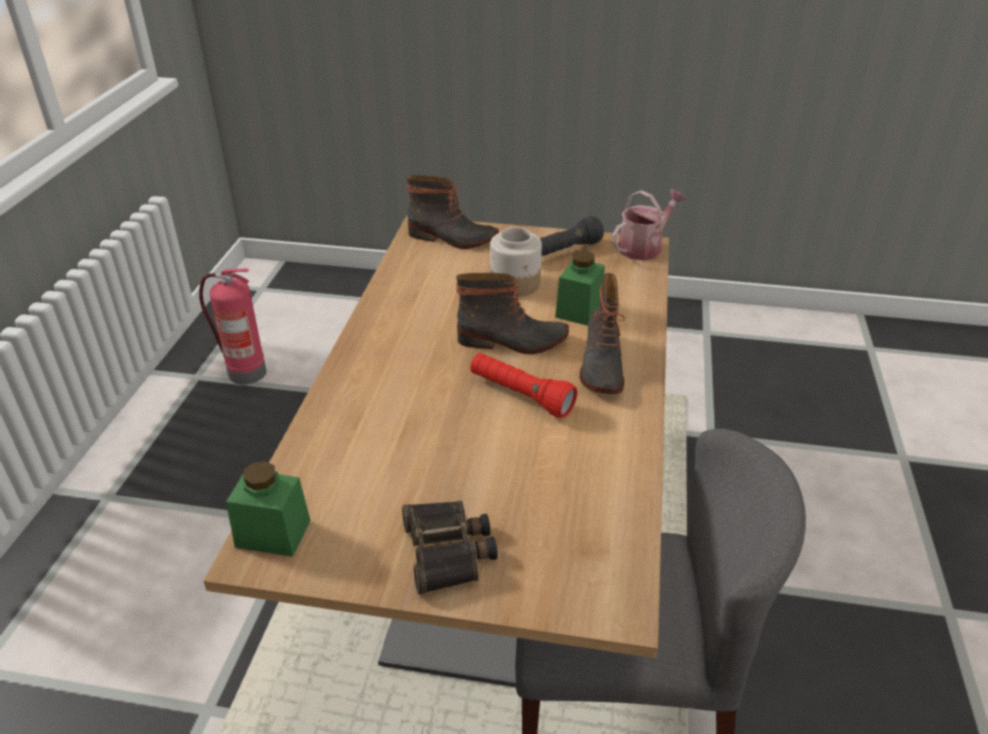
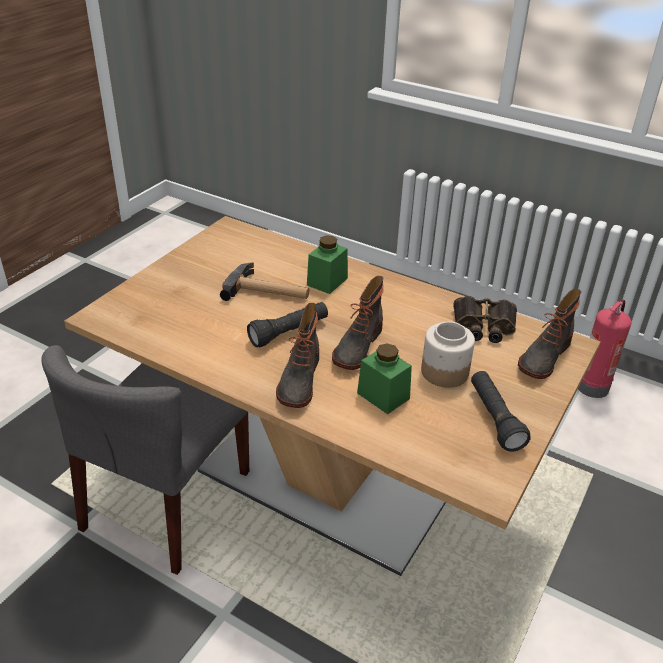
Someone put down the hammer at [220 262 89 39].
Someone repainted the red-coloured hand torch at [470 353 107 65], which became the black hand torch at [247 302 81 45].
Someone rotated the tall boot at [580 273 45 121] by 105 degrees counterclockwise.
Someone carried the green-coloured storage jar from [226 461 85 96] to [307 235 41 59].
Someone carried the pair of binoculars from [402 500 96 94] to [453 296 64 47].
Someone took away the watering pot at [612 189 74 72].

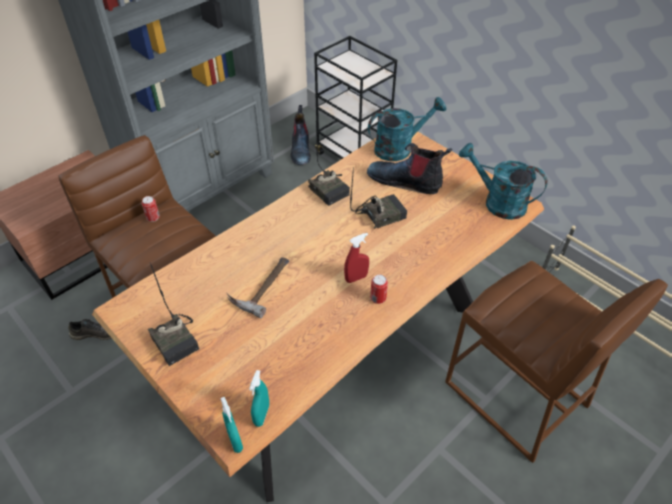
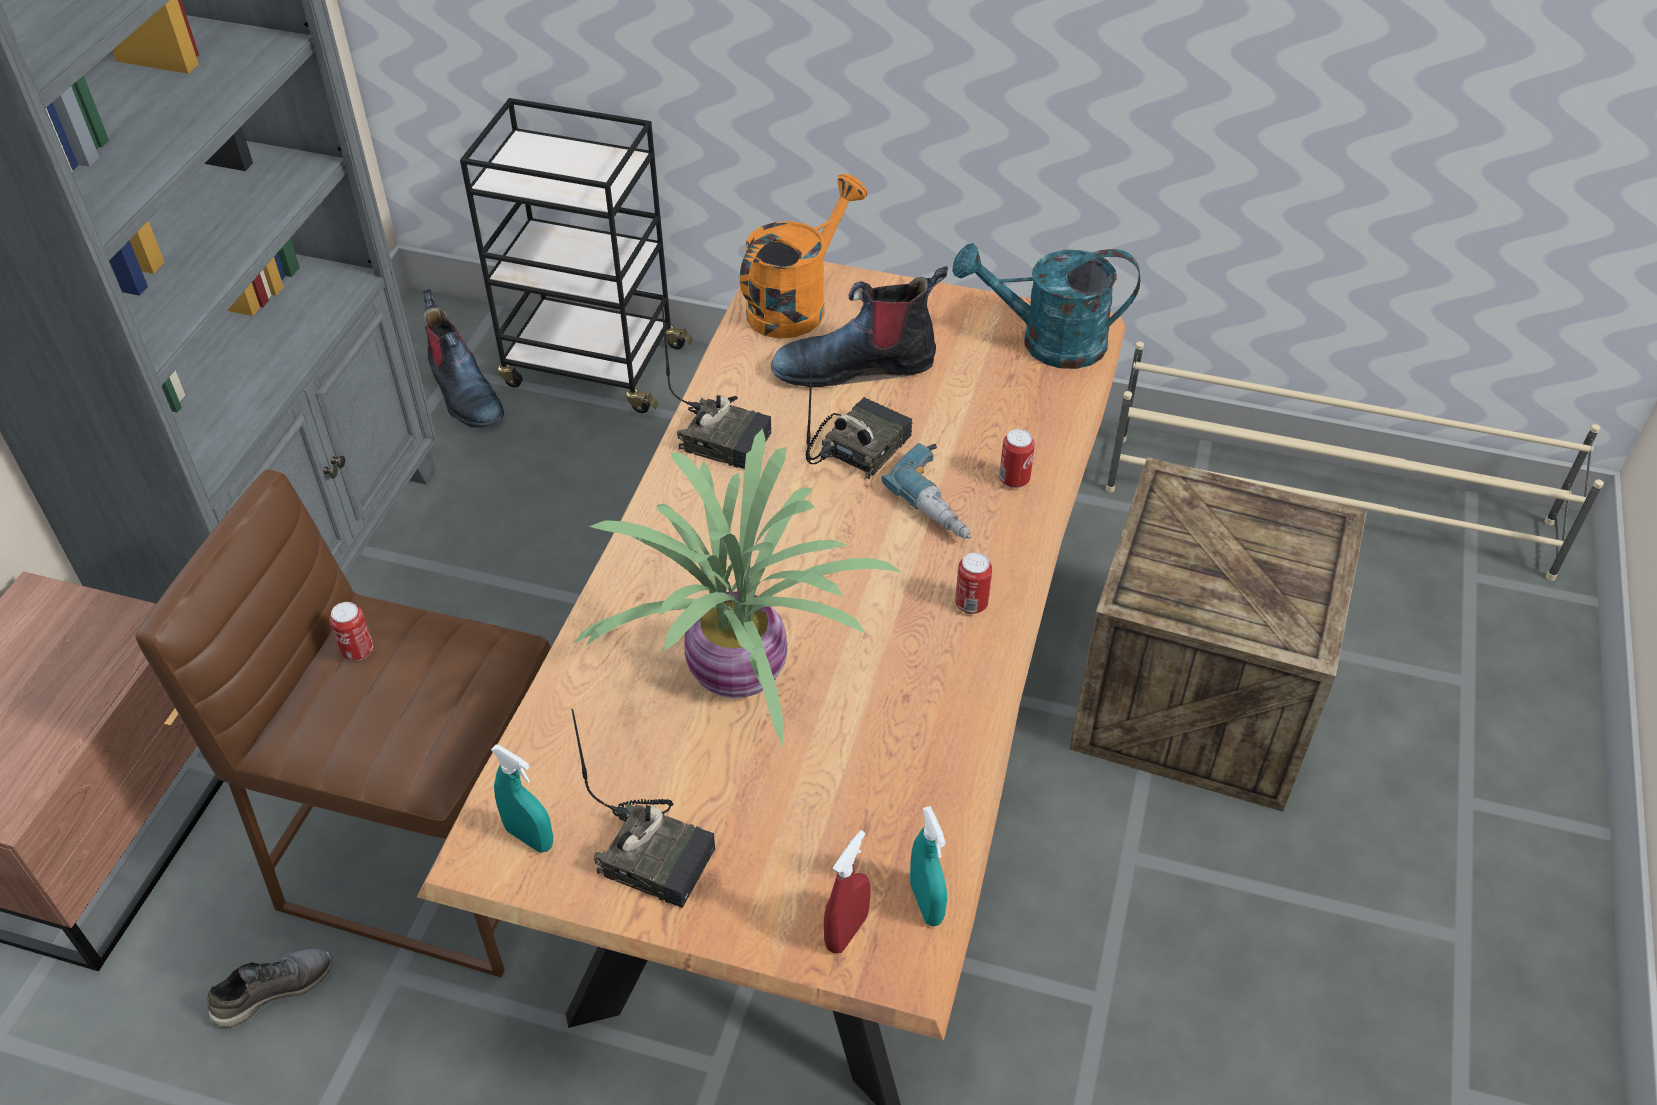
Someone carried the turquoise-coloured sprayer from [221 397 22 56] to [491 744 62 109].
Someone swapped the hammer at [226 257 63 62] for the houseplant at [574 428 328 318].
Someone repainted the turquoise-coloured watering pot at [368 97 78 64], which became the orangey watering pot at [740 174 128 165].
Someone carried the red-coloured sprayer from [344 233 25 50] to [824 830 47 123].
Someone put down the electric drill at [881 443 90 96].
Someone put down the metal can at [999 429 36 59].
Someone swapped the brown sitting stool at [445 261 223 202] for the crate at [1069 457 298 355].

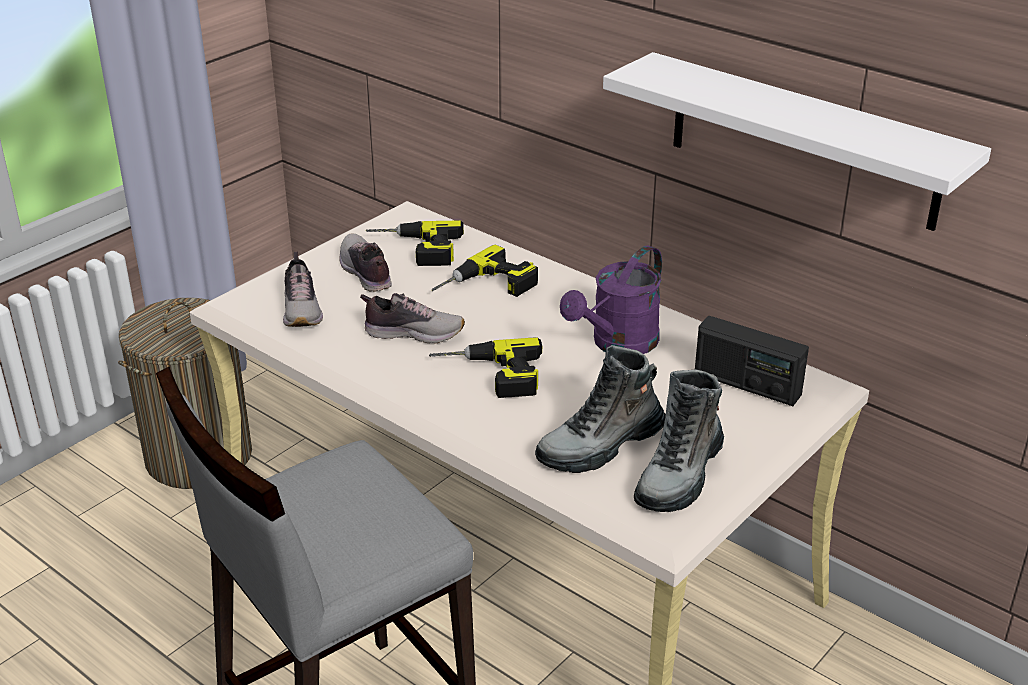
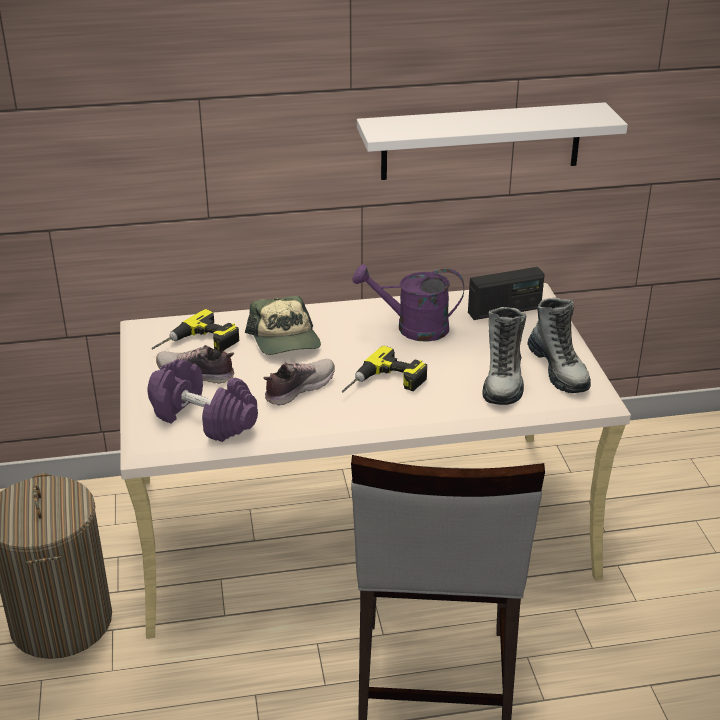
Someone swapped the shoe at [283 252 40 75] for the purplish dumbbell at [147 359 111 83].
Someone swapped the electric drill at [432 245 106 52] for the baseball cap at [245 296 76 59].
Someone rotated the purplish watering pot at [560 245 102 109] by 105 degrees clockwise.

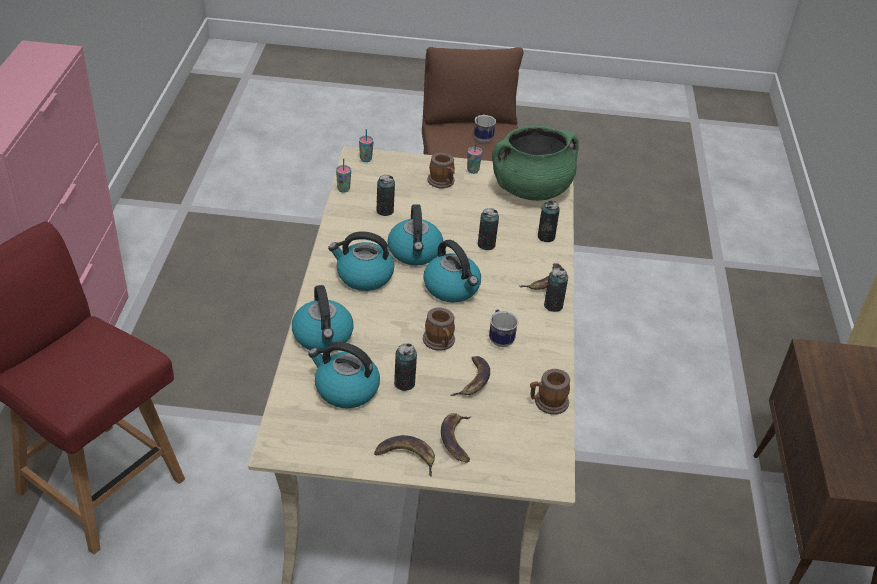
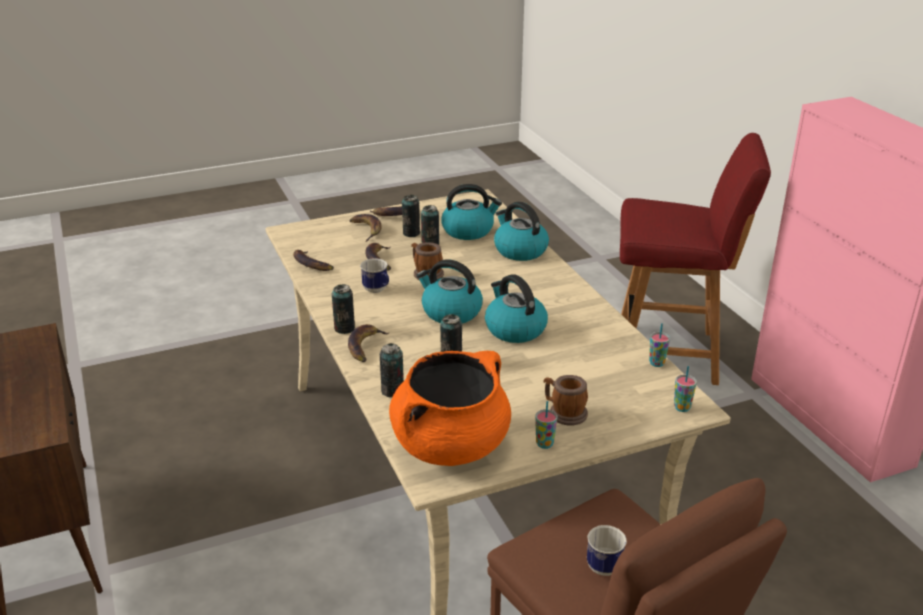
Someone swapped the tea mug at [530 369 40 46] for the whole banana at [293 250 41 21].
Someone repainted the green-coloured stockpot at [492 126 87 75], which became the orangey stockpot at [389 351 122 115].
Someone carried the metal can from [376 175 19 41] to [402 195 19 42].
Someone took away the tea kettle at [328 231 66 60].

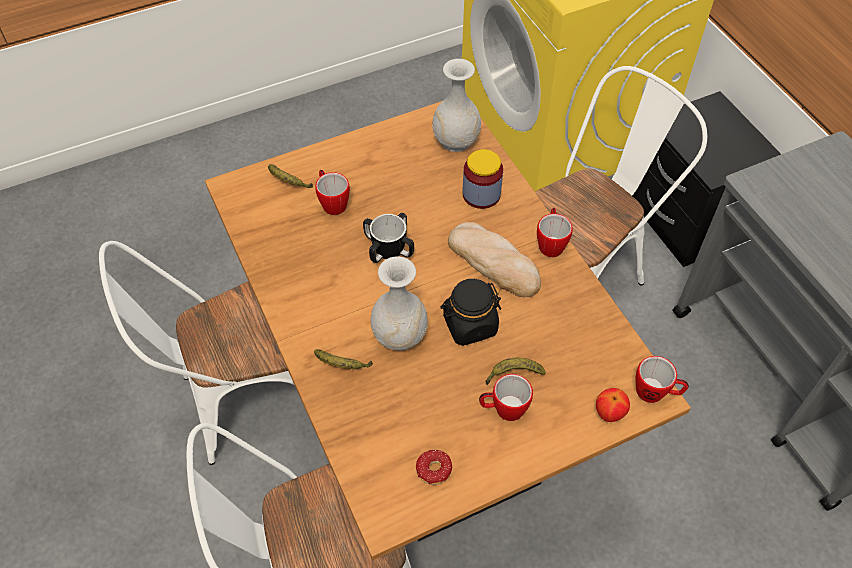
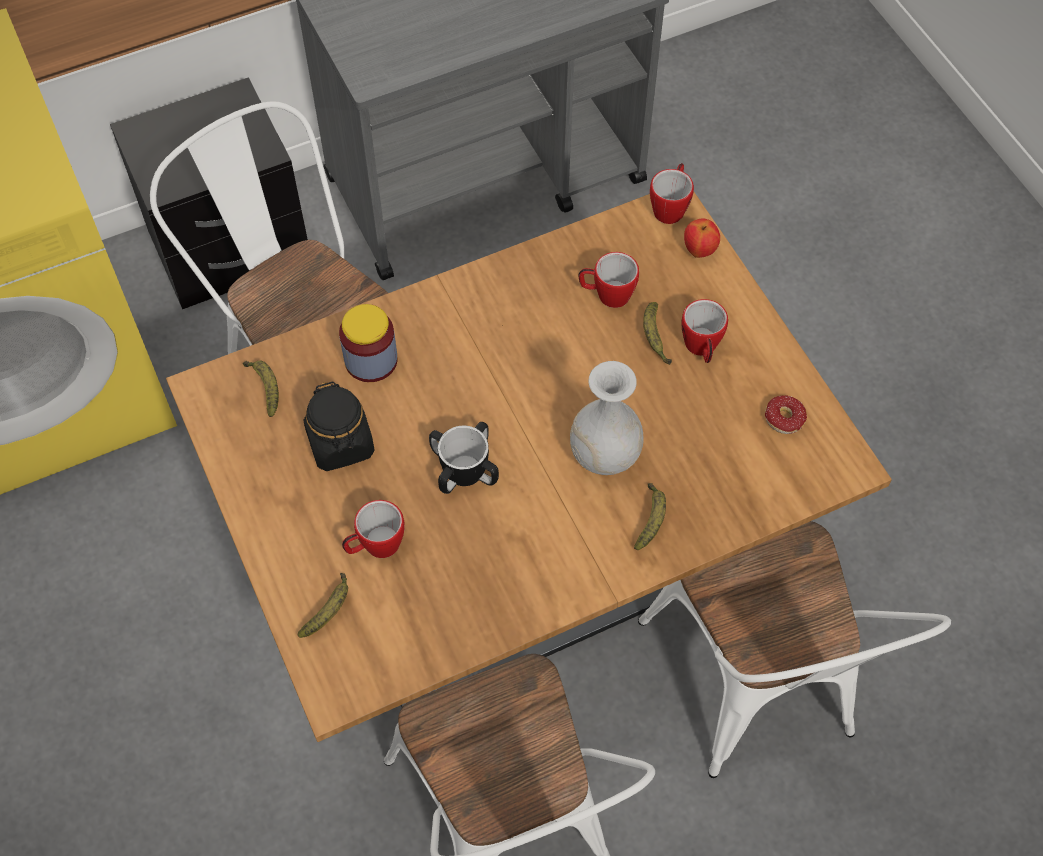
Someone swapped the white-coloured decorative vase at [432 59 49 93] for the whole banana at [243 361 36 56].
Someone carried the black storage jar from [440 279 61 67] to [303 381 72 90].
Someone carried the tea mug from [537 208 36 49] to [578 252 61 56].
Someone took away the bakery bread at [448 222 93 75].

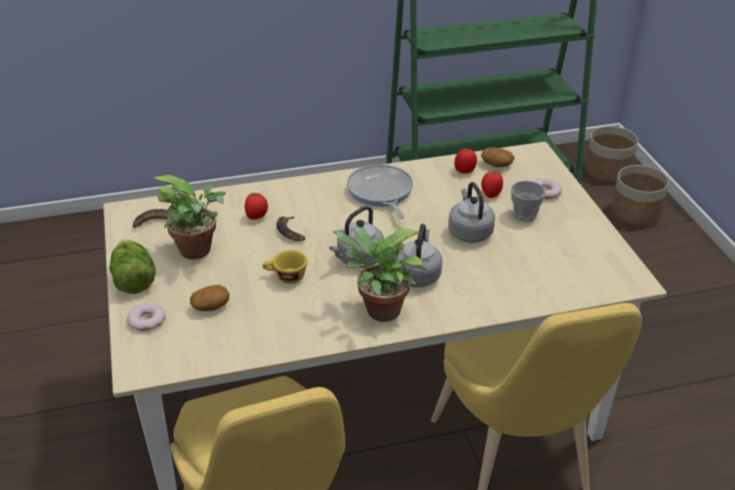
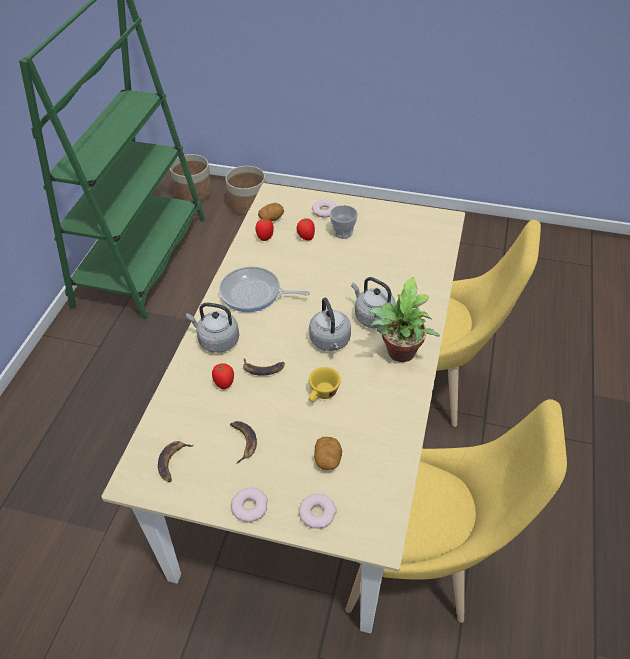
Someone carried the grey tea kettle from [448 182 47 61] to [186 303 53 50].
Someone swapped the houseplant at [153 175 73 85] for the whole banana at [230 421 27 43].
Someone swapped the lettuce at [109 239 47 55] for the doughnut at [231 488 37 34].

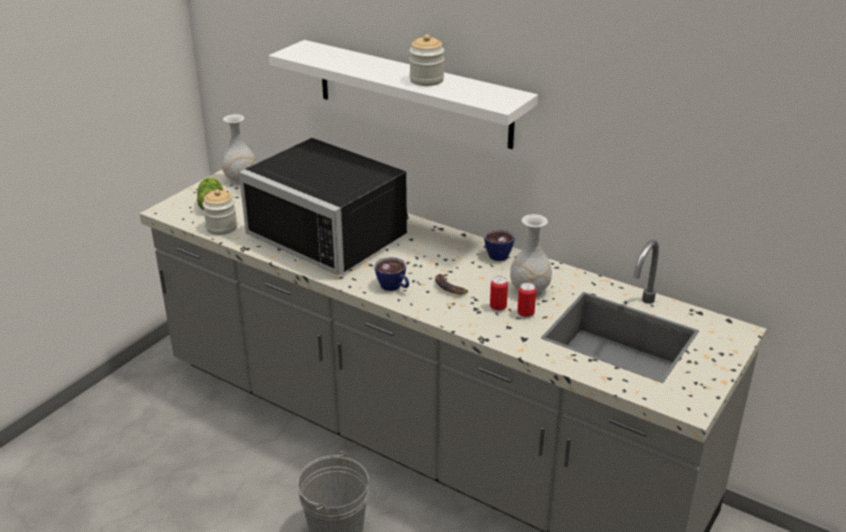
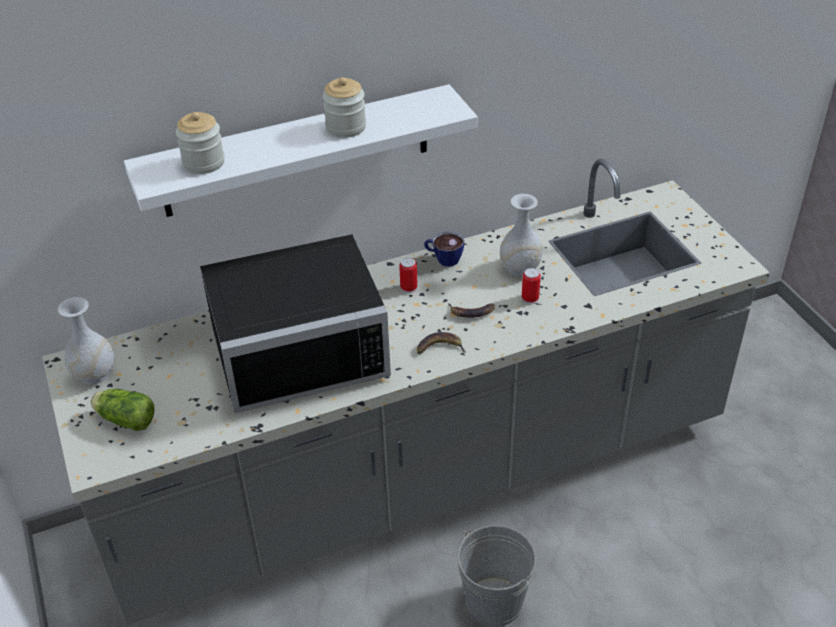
Someone carried the storage jar from [202 189 35 46] to [176 112 49 62].
Someone carried the metal can from [517 282 19 37] to [399 257 19 36].
Someone swapped the small cup at [375 257 34 34] for the whole banana at [417 332 49 22].

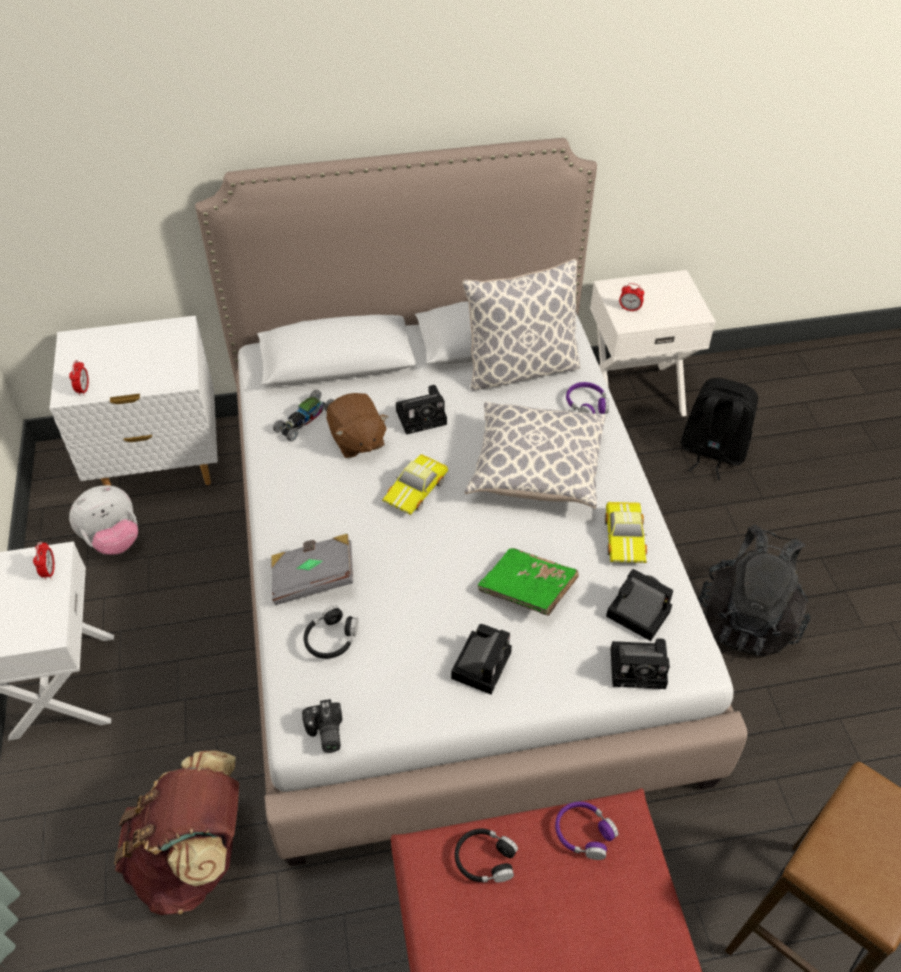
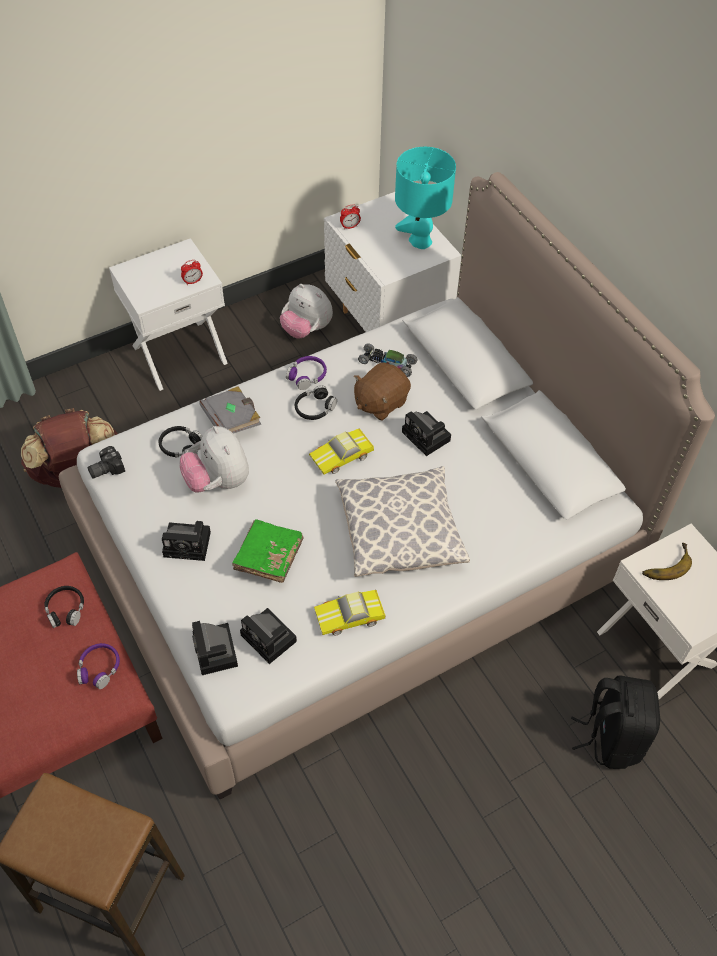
Someone put down the cuddly toy at [180 426 69 67].
Someone rotated the still camera at [606 569 67 72] by 120 degrees clockwise.
Someone carried the purplish headphones from [566 382 43 32] to [286 356 41 34].
Someone put down the black headphones at [295 385 42 35].
Someone rotated the miniature car at [382 454 66 61] by 45 degrees counterclockwise.
Someone put down the turquoise-coloured lamp for a table at [395 147 61 102].
Someone swapped the table clock at [619 283 25 29] for the whole banana at [642 543 50 37].
Someone took away the cushion at [462 259 119 132].
Someone took away the black knapsack at [699 525 111 131].

